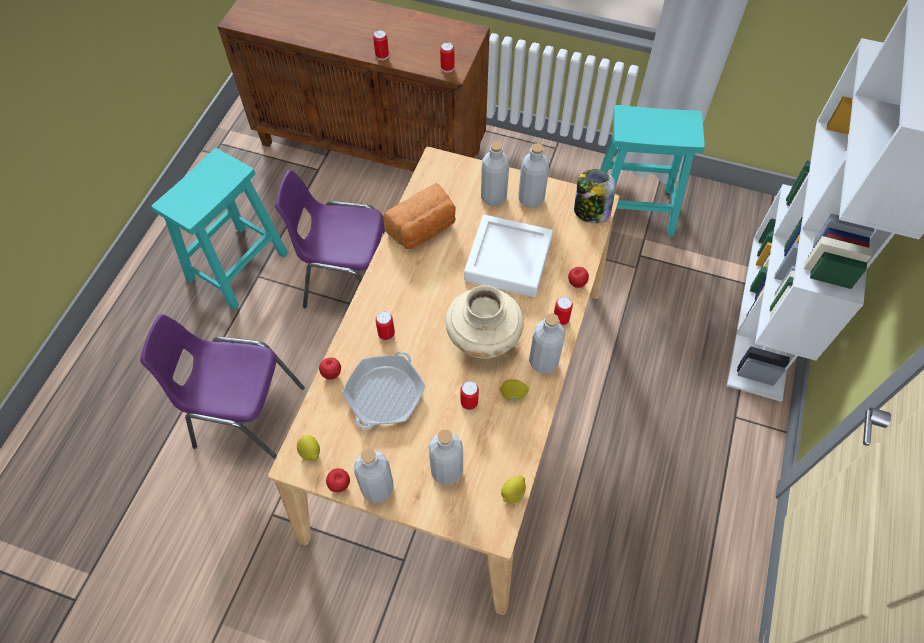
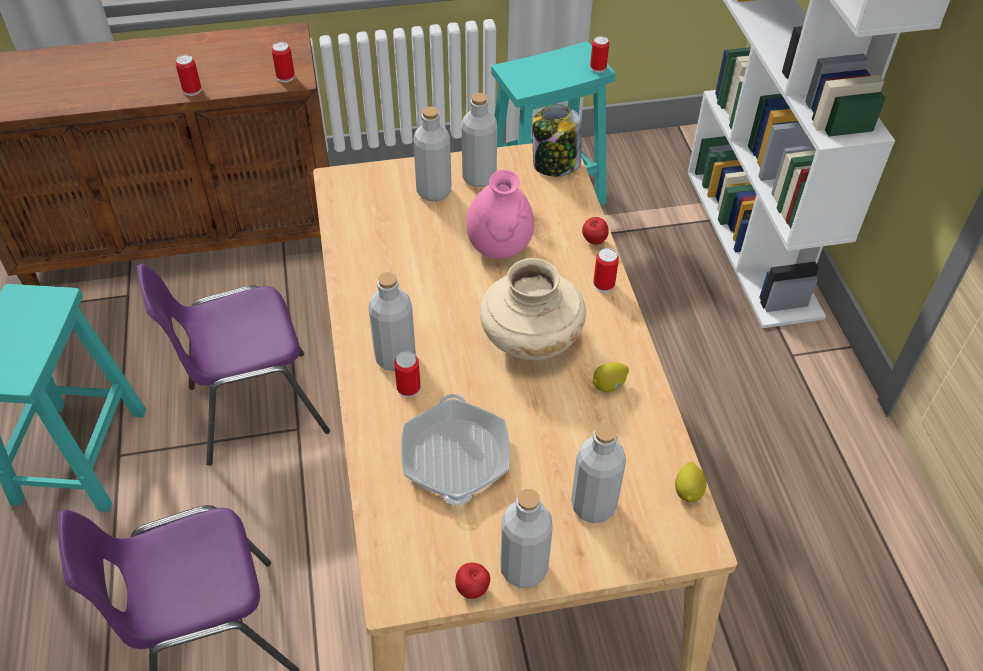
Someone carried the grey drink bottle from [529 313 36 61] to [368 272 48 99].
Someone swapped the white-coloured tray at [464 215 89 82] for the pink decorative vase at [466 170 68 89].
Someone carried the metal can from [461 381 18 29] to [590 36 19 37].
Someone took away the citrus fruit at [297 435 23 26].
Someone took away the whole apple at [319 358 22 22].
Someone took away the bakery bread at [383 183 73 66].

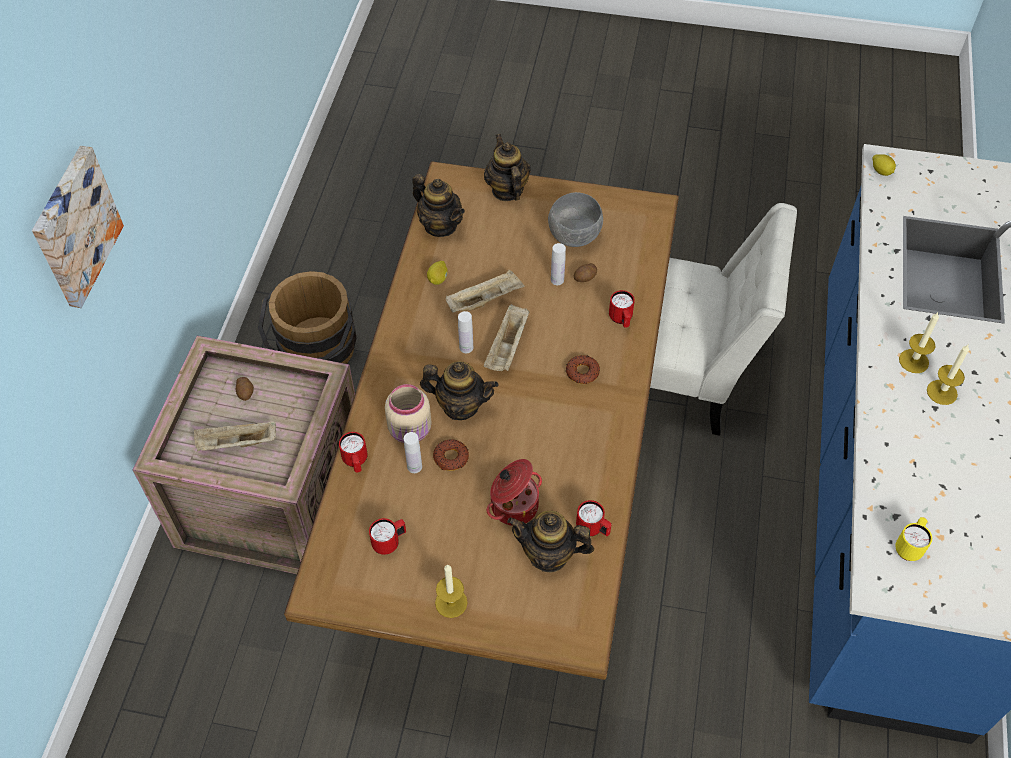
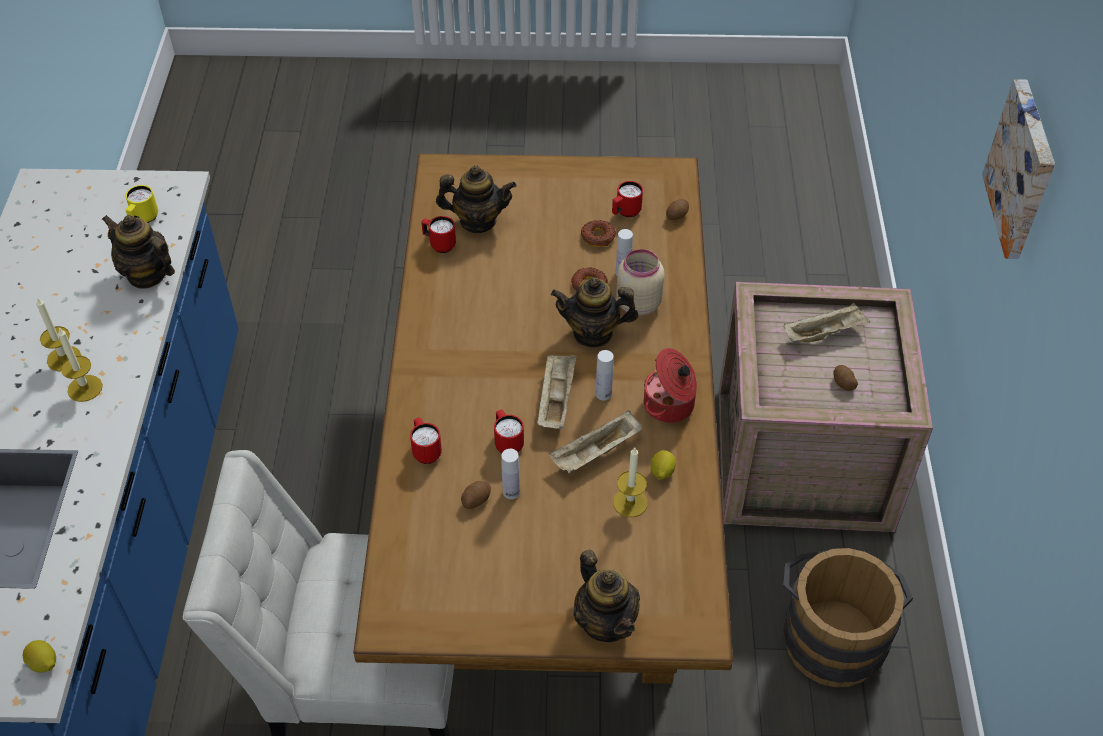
Someone carried the teapot from [412 174 53 63] to [102 215 73 74].
Someone carried the red-coloured tea mug from [339 432 29 40] to [494 410 30 43].
Someone carried the doughnut from [566 355 34 29] to [581 220 35 27].
Someone carried the candle from [435 564 33 54] to [613 448 35 69].
Someone carried the stockpot from [486 459 56 67] to [644 348 53 75].
Someone put down the spud at [666 198 23 22].
Someone took away the grey serving bowl at [548 192 55 55].

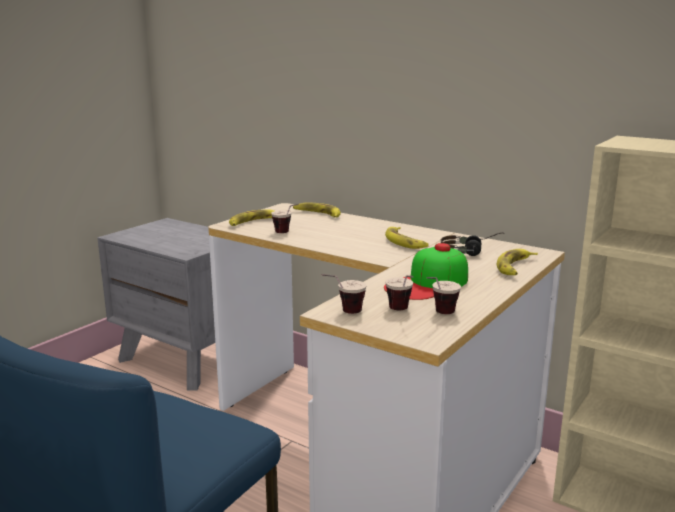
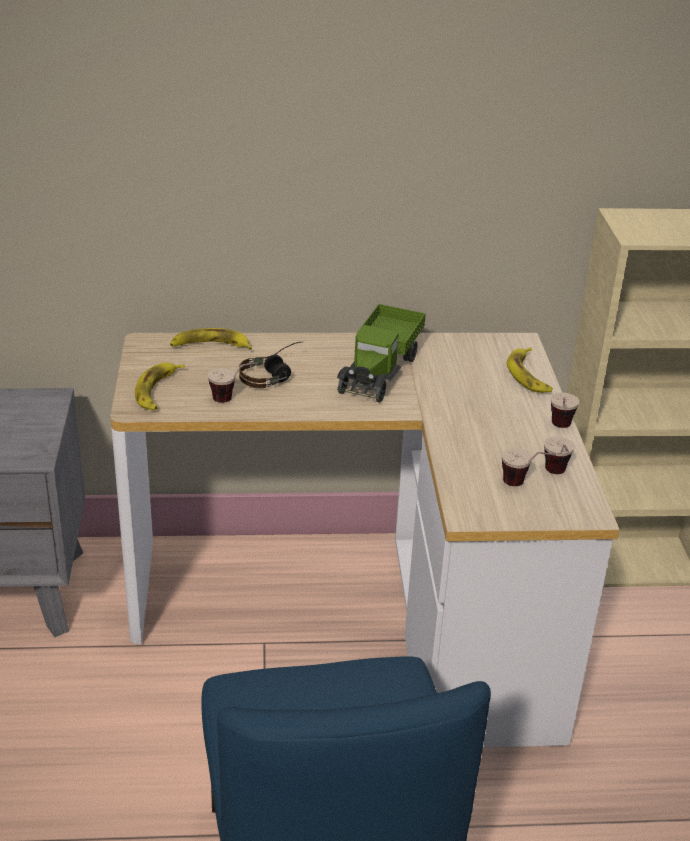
Someone carried the headphones from [441 233 60 23] to [239 342 62 46].
Someone swapped the whole banana at [385 227 44 22] for the toy truck at [337 304 89 98].
Someone carried the small cup from [321 274 46 40] to [551 392 28 36].
Someone took away the baseball cap at [384 243 84 57].

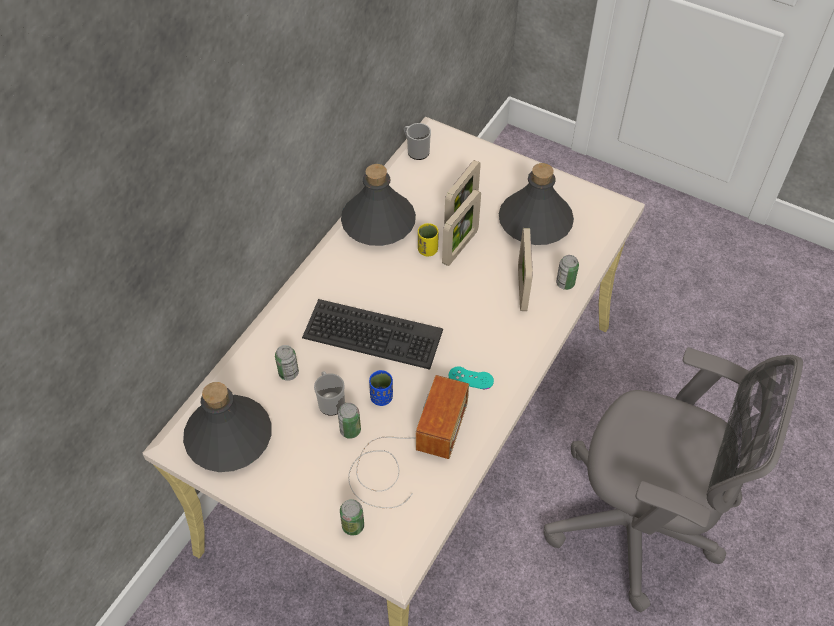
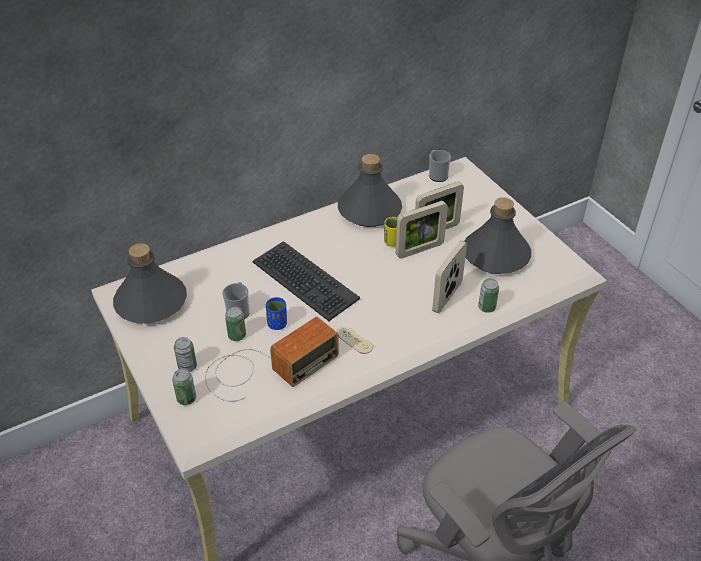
Someone carried the metal can from [275 345 24 36] to [174 337 23 35].
Someone repainted the turquoise-coloured gamepad at [449 367 45 22], which became the beige gamepad at [338 327 35 27].

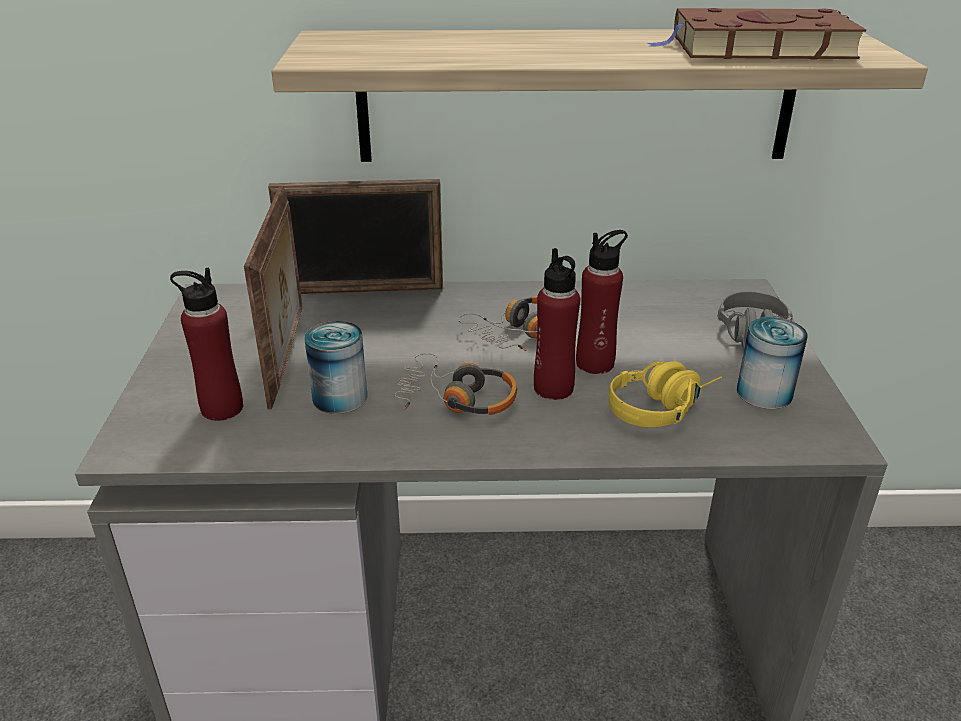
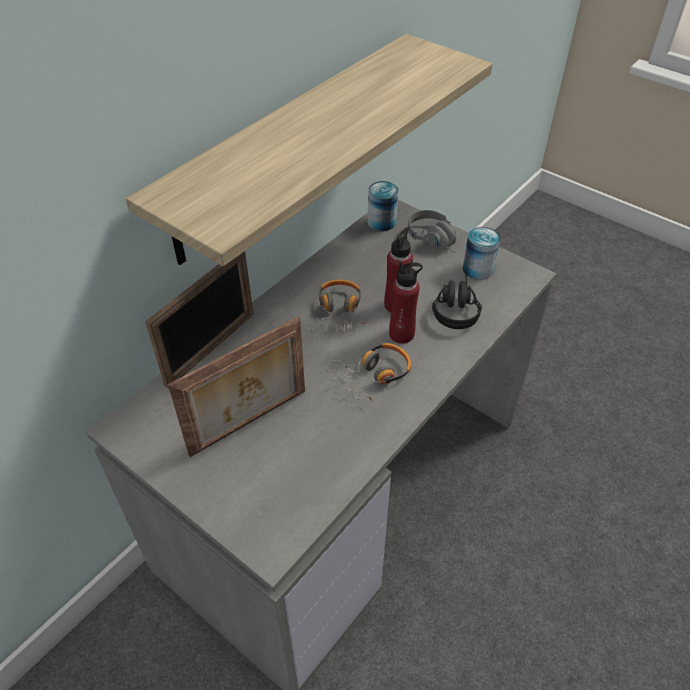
Someone rotated the photo frame at [244 186 59 224] by 105 degrees clockwise.
Someone carried the metal can from [304 321 63 93] to [367 181 31 50].
Someone repainted the yellow headphones at [609 361 113 66], which became the black headphones at [432 275 50 54].
Someone took away the red-coloured drink bottle at [170 268 73 153].
Someone took away the brown book at [647 8 219 52].

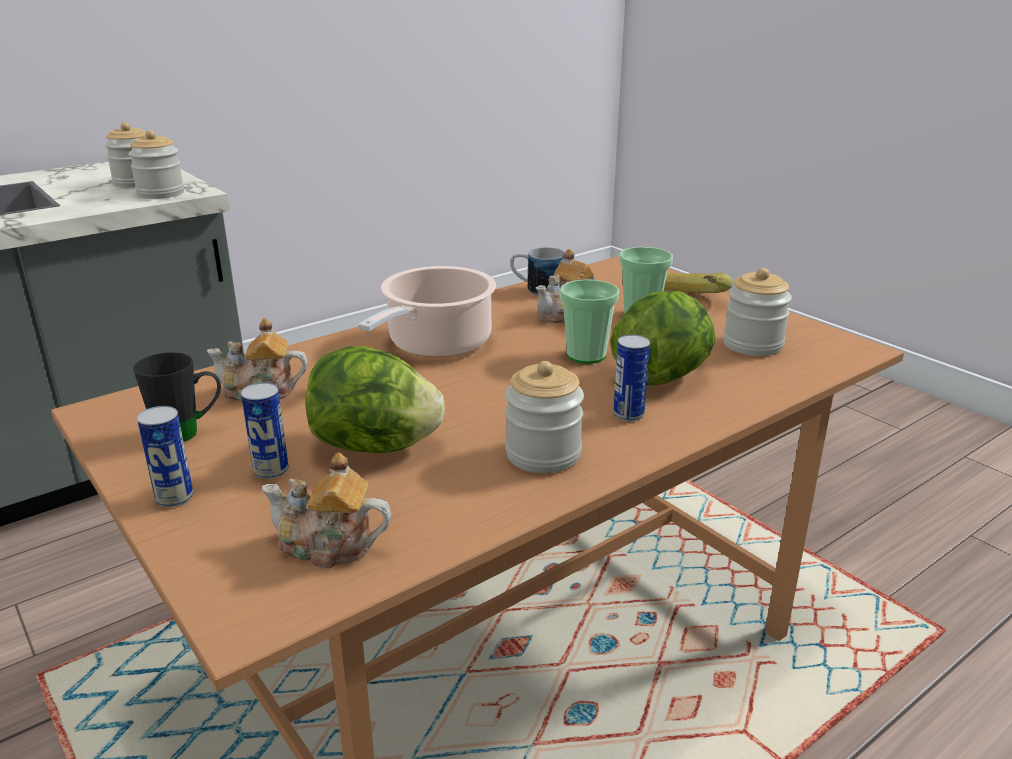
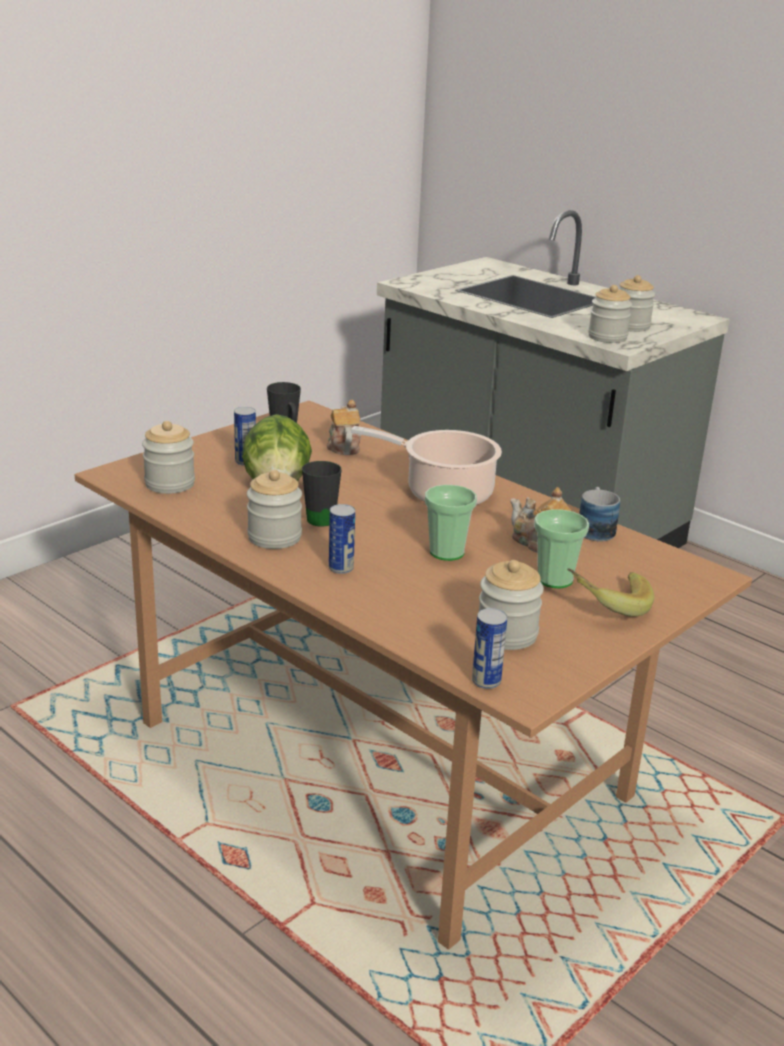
Someone swapped the teapot at [262 452 130 116] for the storage jar at [142 421 53 73].
Someone put down the black tea mug at [302 461 40 66].
Someone carried the metal can from [137 406 56 101] to [472 608 35 81].
Someone took away the lettuce at [610 291 105 94].

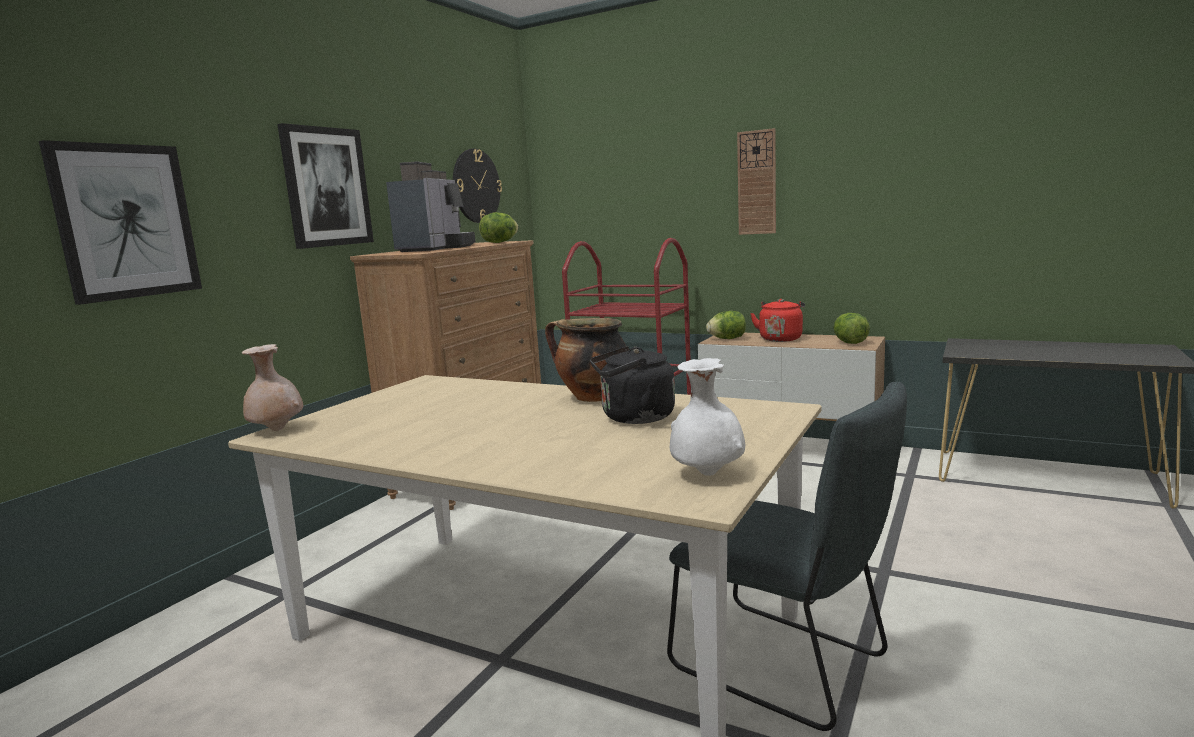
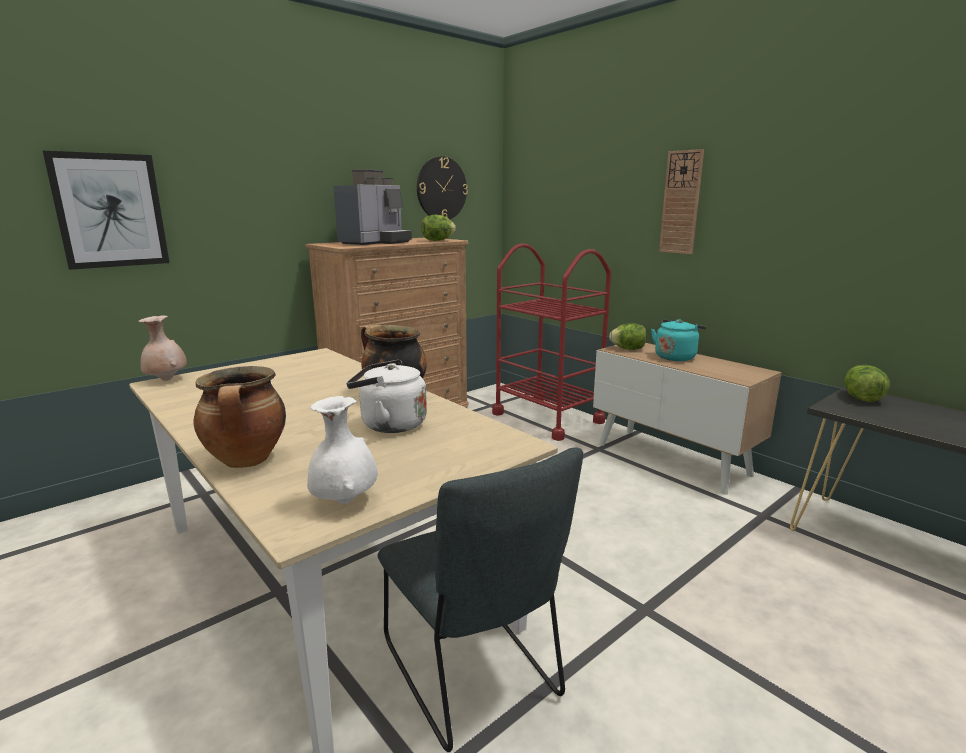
Someone put down the stockpot at [193 366 93 102].
Someone repainted the black tea kettle at [590 346 85 78], which became the white-coloured tea kettle at [346 360 81 73].
Someone repainted the red-coloured tea kettle at [750 299 55 43], which became the turquoise-coloured tea kettle at [651 319 55 42].
Someone carried the lettuce from [833 313 37 31] to [844 365 46 37].
Someone took away the wall art at [277 123 97 126].

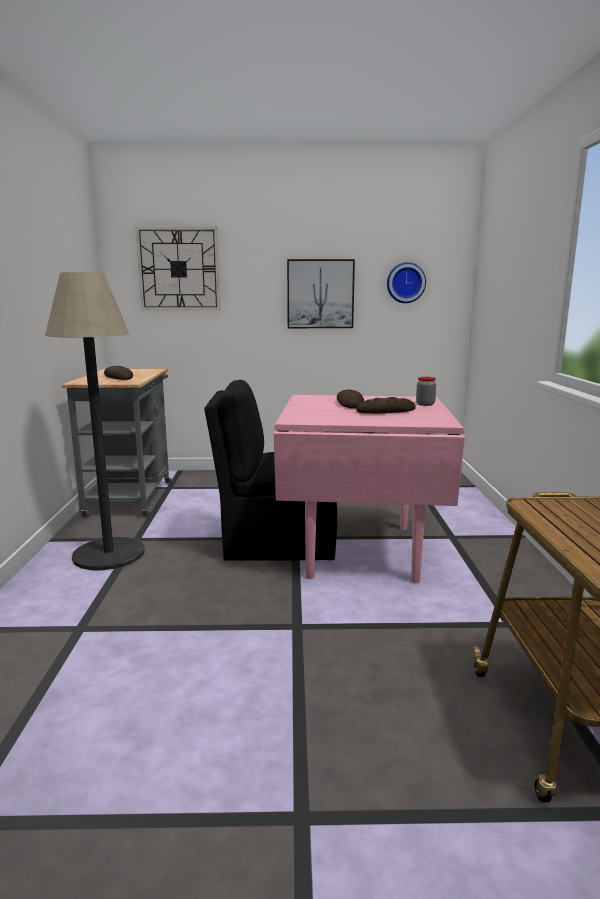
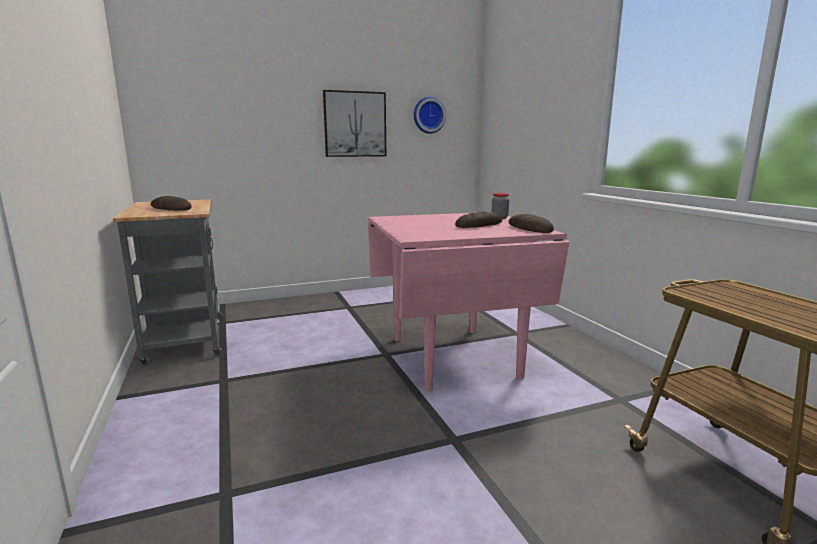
Someone carried the bakery bread from [337 389 27 20] to [508 214 46 19].
Someone took away the standard lamp at [45 272 100 298].
Someone took away the wall clock at [135 227 85 83].
Someone took away the black plain chair at [204 380 133 181].

